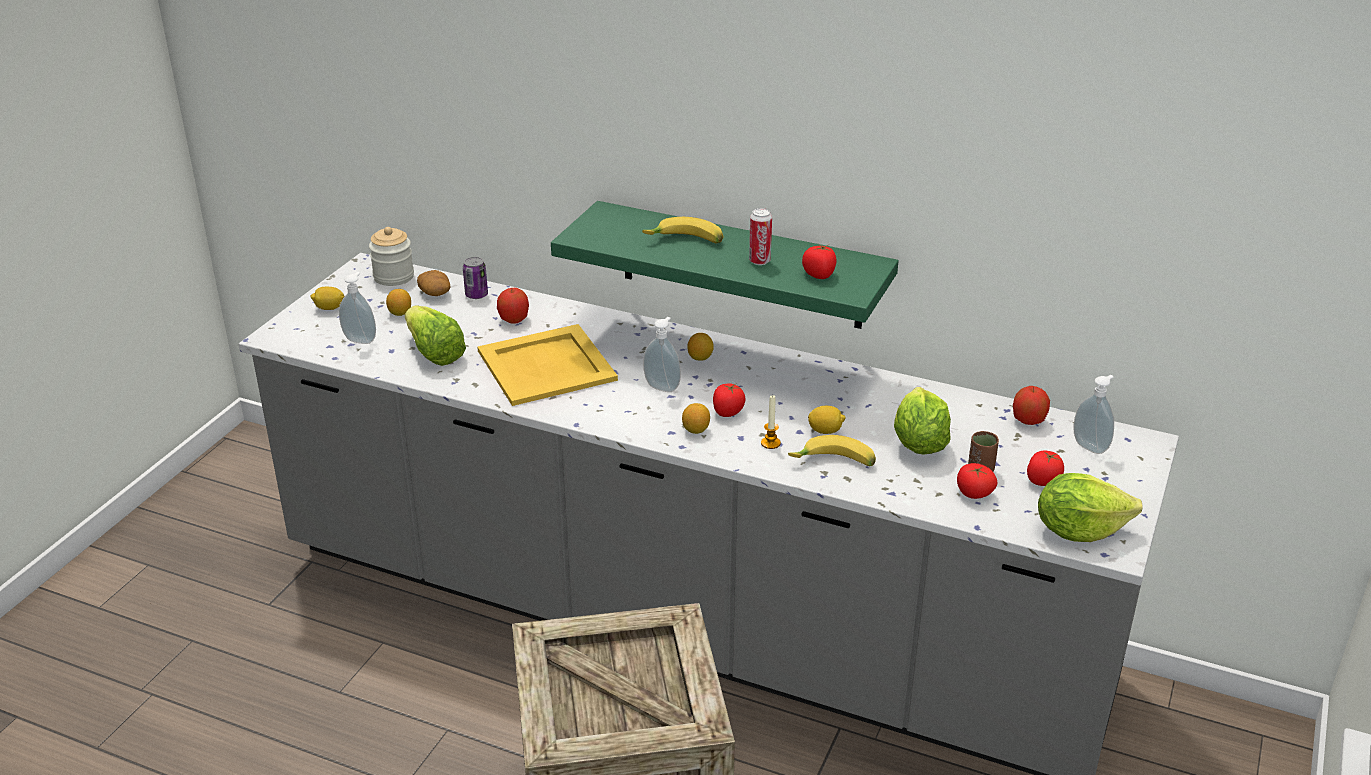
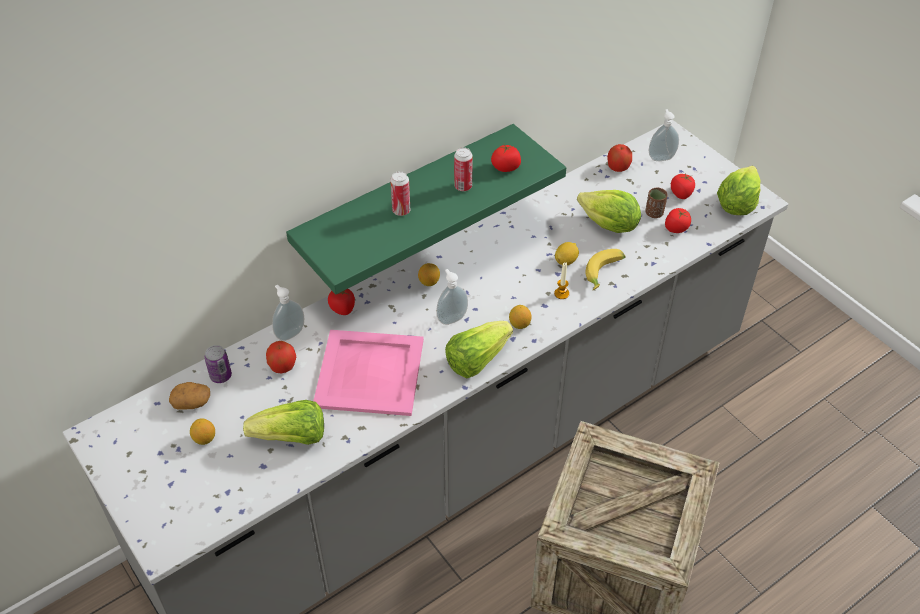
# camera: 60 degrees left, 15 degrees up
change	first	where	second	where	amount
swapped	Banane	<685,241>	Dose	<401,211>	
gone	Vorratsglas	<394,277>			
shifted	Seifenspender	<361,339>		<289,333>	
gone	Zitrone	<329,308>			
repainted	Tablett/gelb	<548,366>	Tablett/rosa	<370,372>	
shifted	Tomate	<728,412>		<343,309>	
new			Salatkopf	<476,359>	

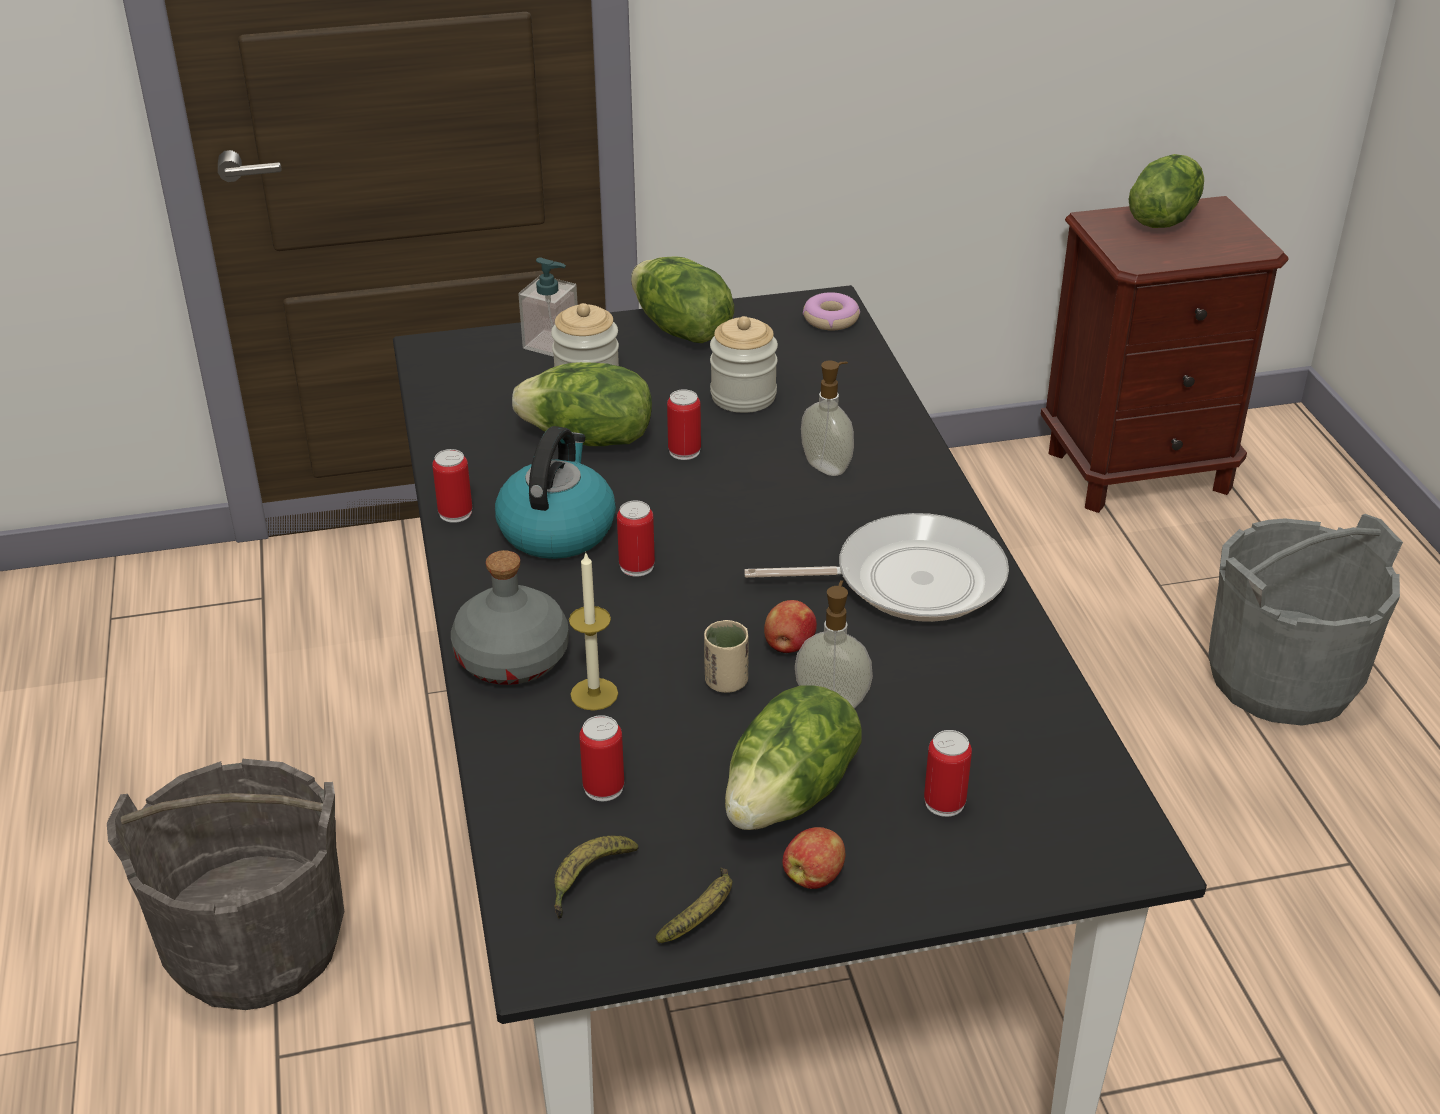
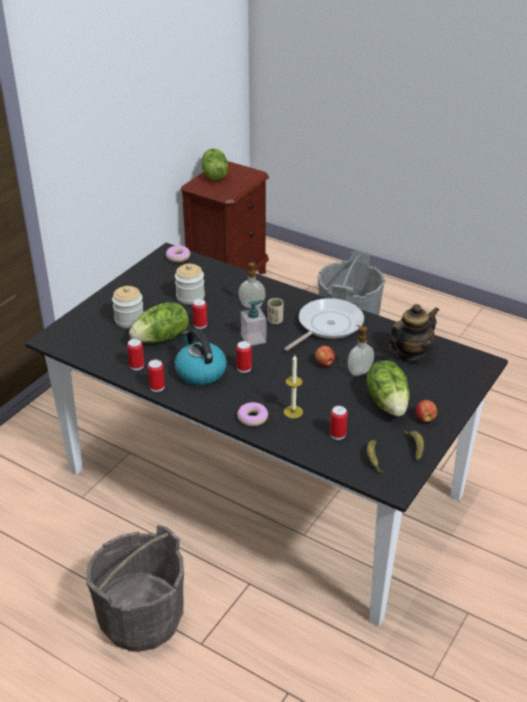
# camera: 45 degrees left, 0 degrees up
change	first	where	second	where	amount
gone	Salatkopf	<680,330>			
shifted	Seifenspender	<551,344>		<253,339>	
swapped	Flasche/grau	<512,659>	Donut	<252,418>	
shifted	Tasse/beige	<726,682>		<275,321>	
shifted	Dose	<944,802>		<136,365>	
new			Teekanne	<410,354>	

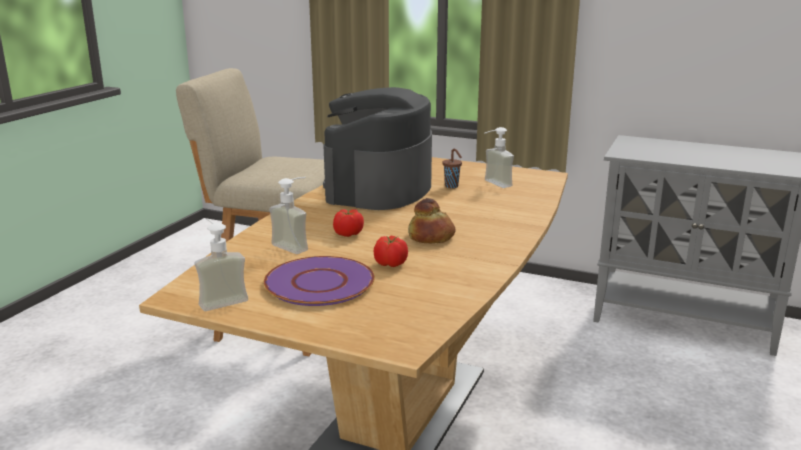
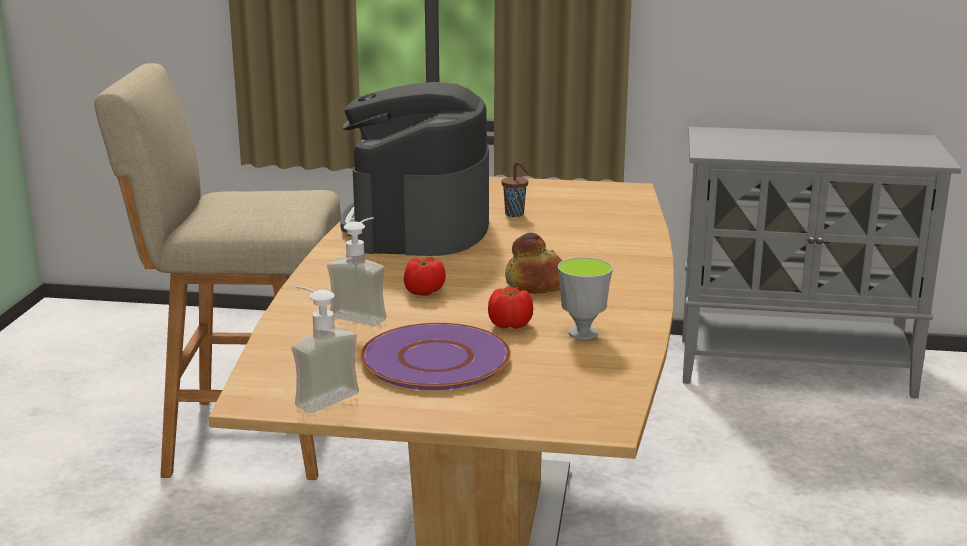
# camera: 15 degrees left, 0 degrees up
change	first	where	second	where	amount
gone	Seifenspender	<492,184>			
new			Tasse	<583,333>	

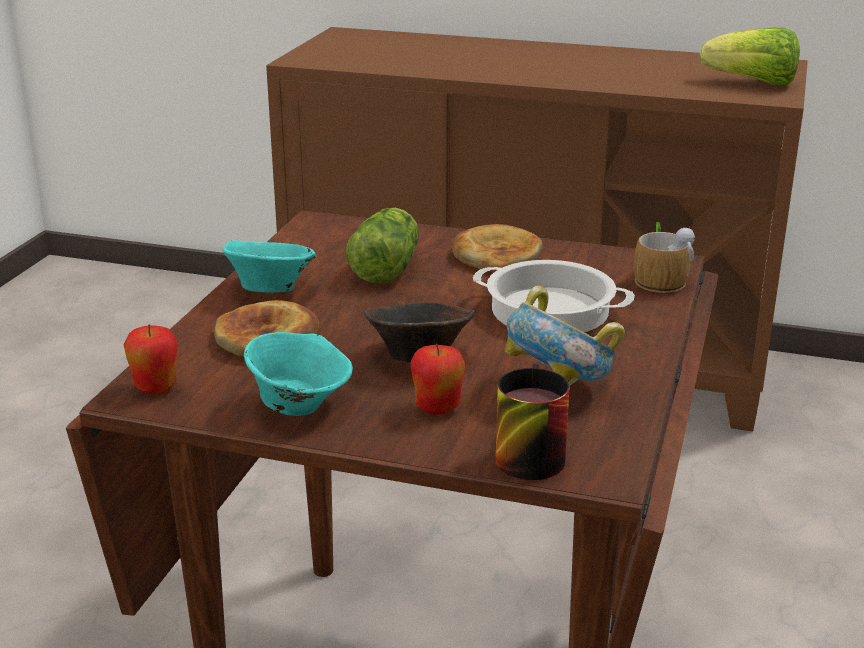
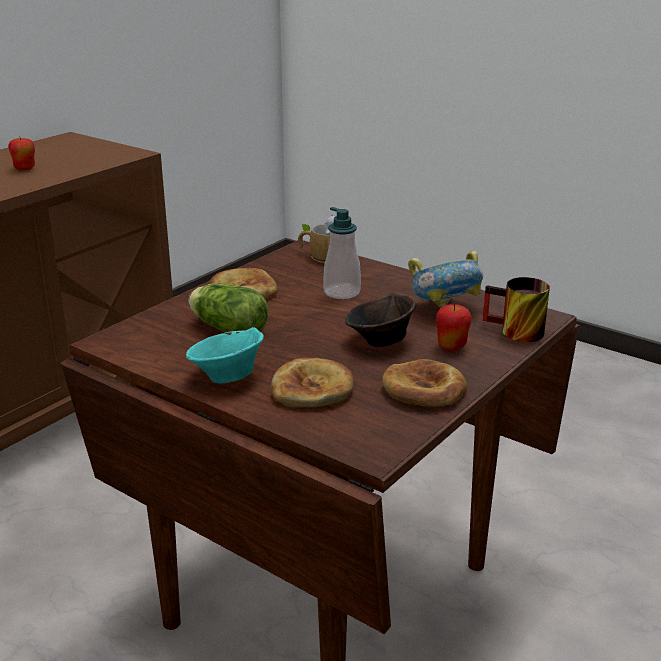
# camera: 70 degrees left, 0 degrees up
change	first	where	second	where	amount
gone	Salatkopf	<752,83>			
swapped	Kochtopf	<548,310>	Seifenspender	<342,292>	
shifted	Apfel	<156,388>		<24,169>	
swapped	Schüssel/türkis	<300,405>	Brot	<424,389>	

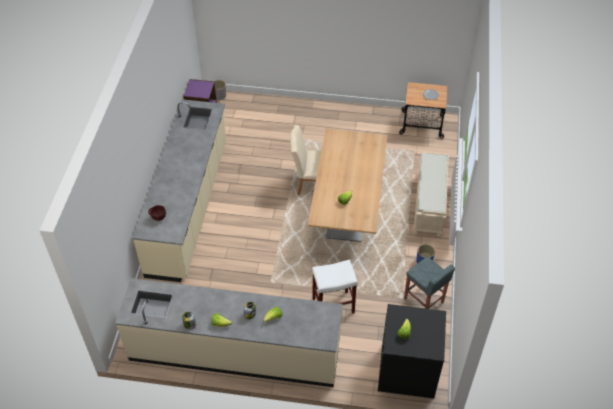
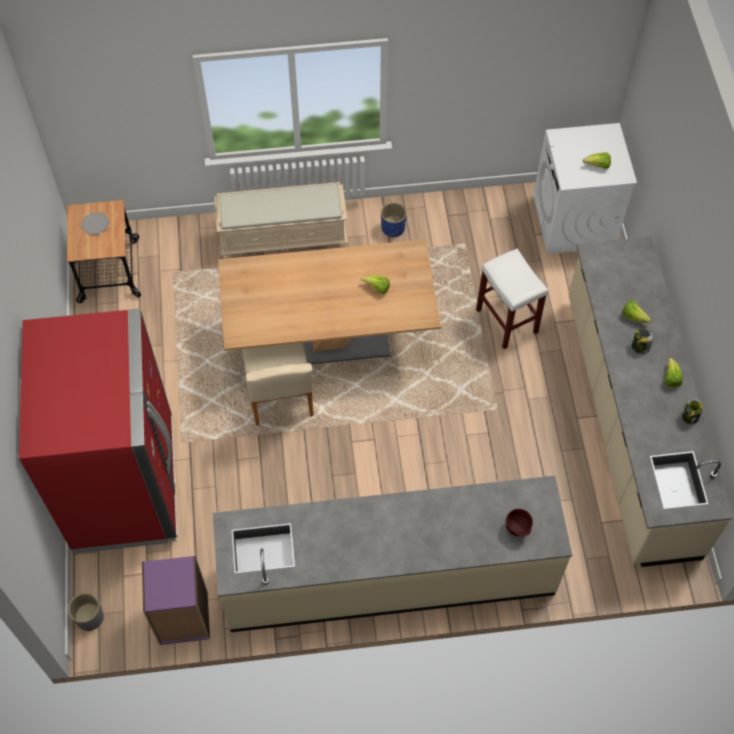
# camera: 105 degrees left, 10 degrees up
change	first	where	second	where	amount
gone	Hocker/grau	<424,301>			
repainted	Waschmaschine/schwarz	<407,371>	Waschmaschine/weiß	<574,221>	
new			Kühlschrank/rot	<125,484>	

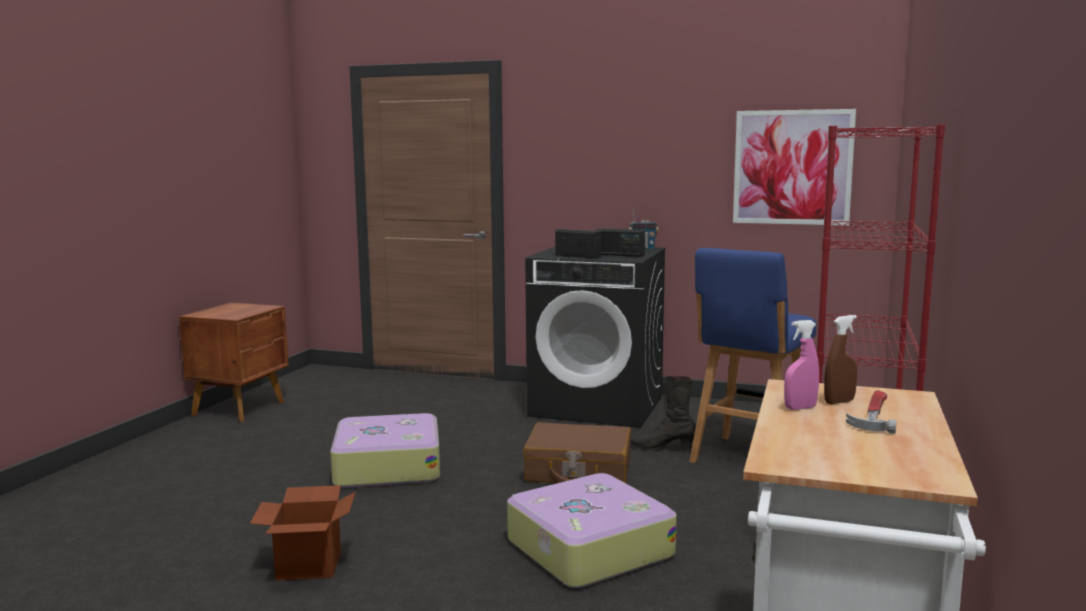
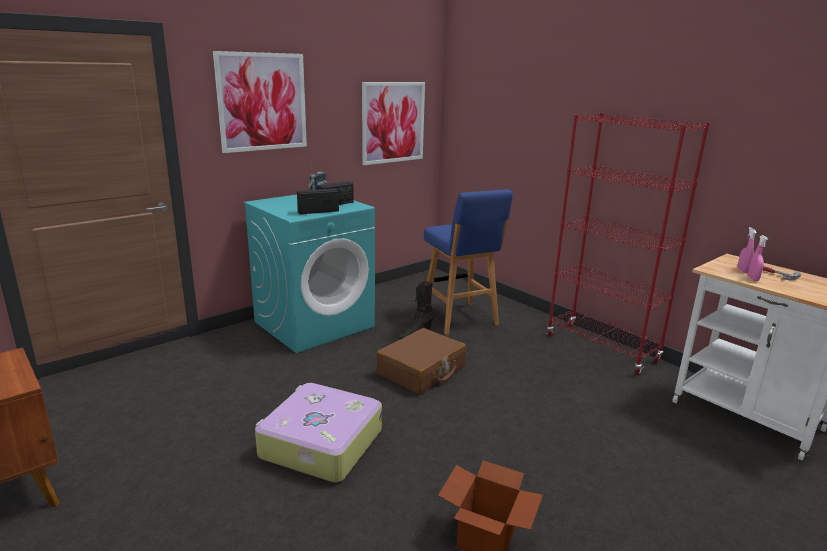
# camera: 60 degrees left, 10 degrees up
change	first	where	second	where	amount
repainted	Waschmaschine/schwarz	<598,406>	Waschmaschine/türkis	<314,324>	
repainted	Sprühflasche/braun	<839,402>	Sprühflasche/rosa	<742,270>	
gone	Koffer	<587,548>			
new			Bild	<262,102>	

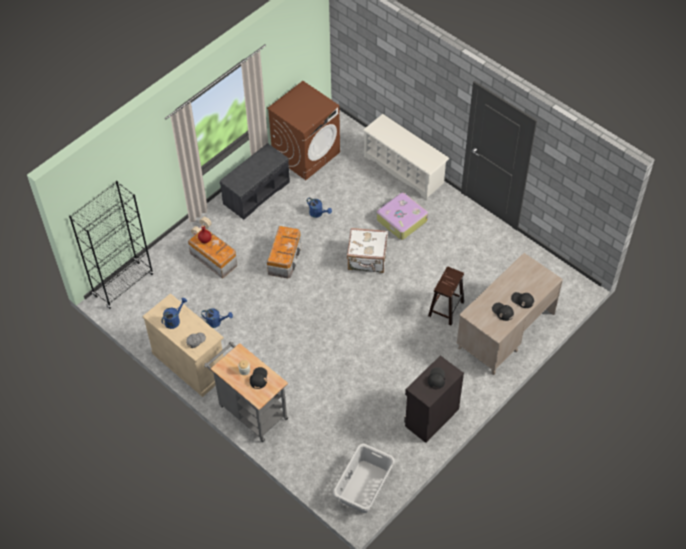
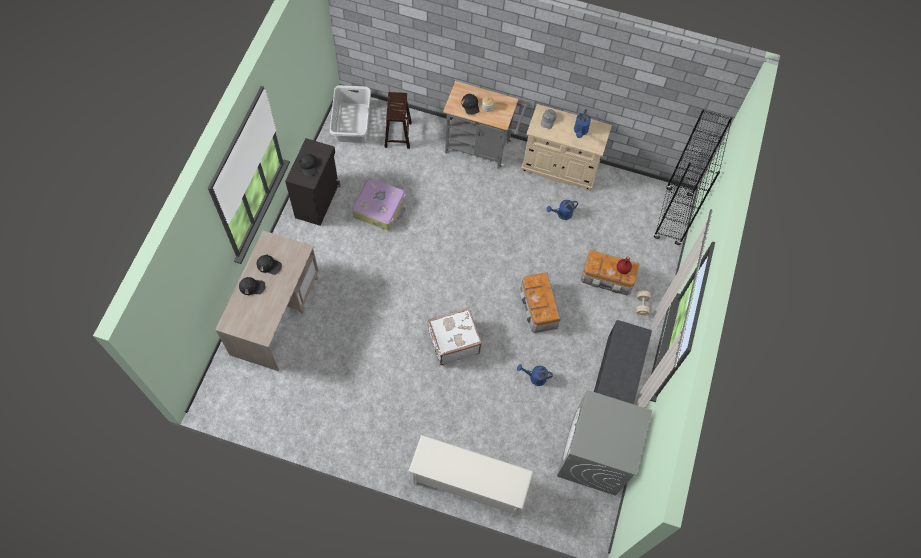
# camera: 150 degrees right, 10 degrees up
change	first	where	second	where	amount
repainted	Waschmaschine/braun	<306,154>	Waschmaschine/grau	<594,456>	
shifted	Koffer	<401,220>		<380,208>	
shifted	Hocker/braun	<446,308>		<398,135>	

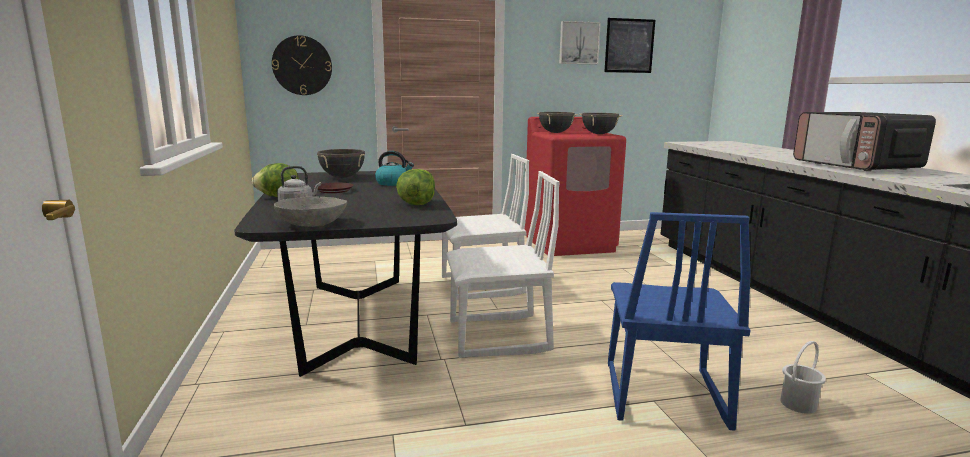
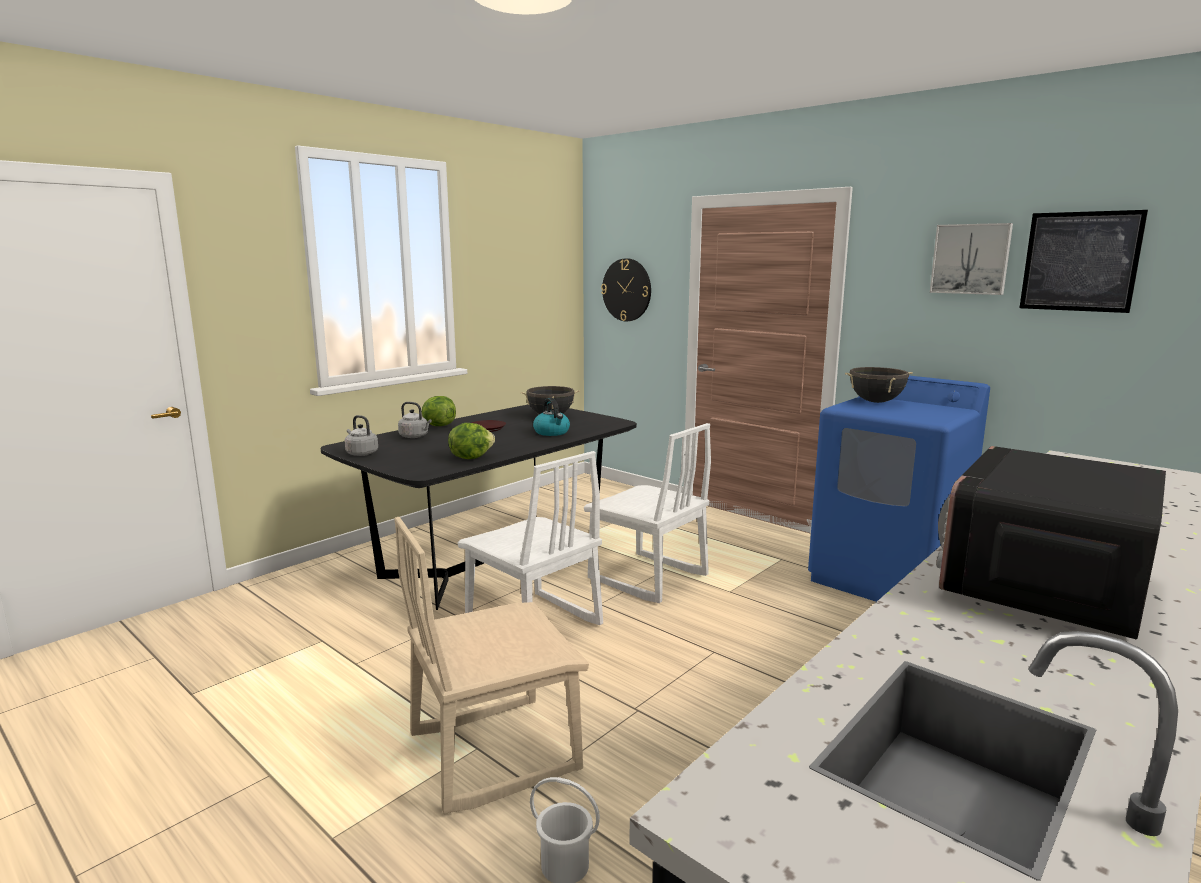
# camera: 55 degrees right, 0 degrees up
change	first	where	second	where	amount
gone	Kochtopf/schwarz	<599,134>			
repainted	Waschmaschine/rot	<569,244>	Waschmaschine/blau	<887,578>	
swapped	Schüssel/grau	<312,224>	Wasserkessel/grau	<361,453>	
repainted	Stuhl/blau	<662,395>	Stuhl/beige	<493,751>	

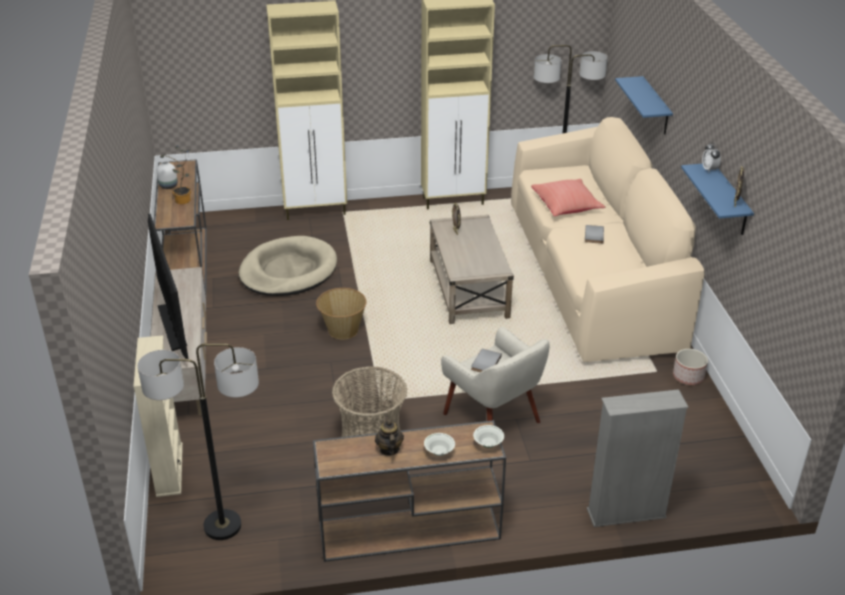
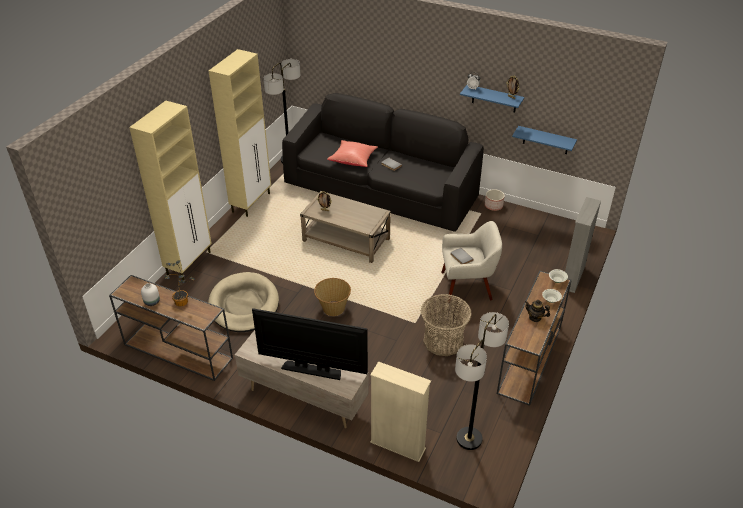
# camera: 55 degrees left, 5 degrees up
change	first	where	second	where	amount
shifted	Wandregal/blau	<655,106>		<546,140>	
repainted	Sofa/beige	<591,274>	Sofa/schwarz	<381,191>	

